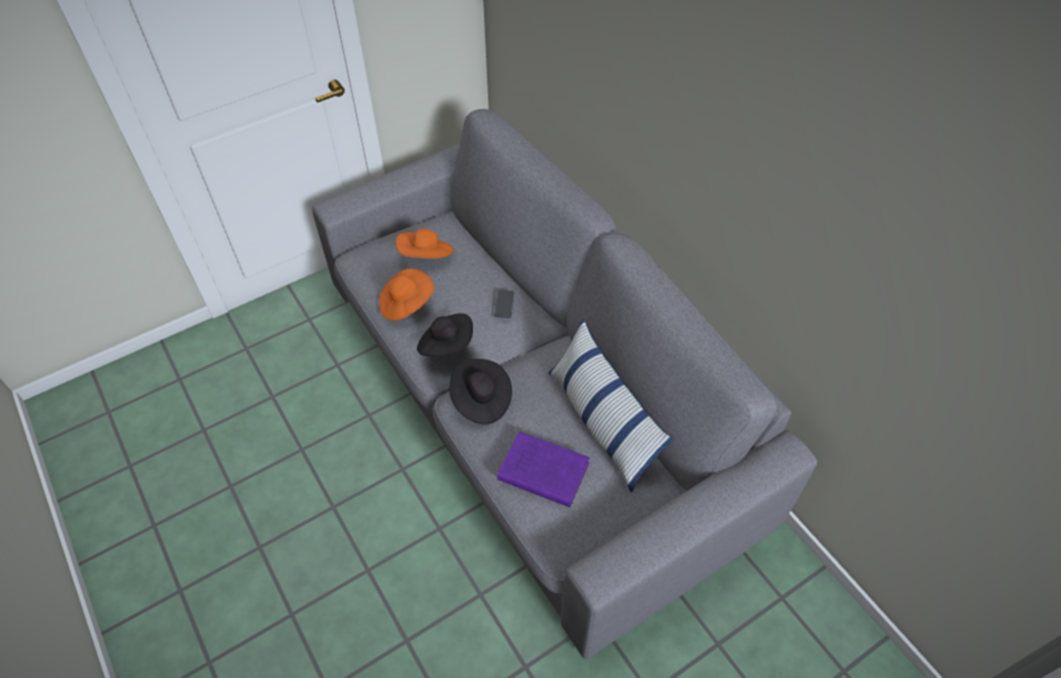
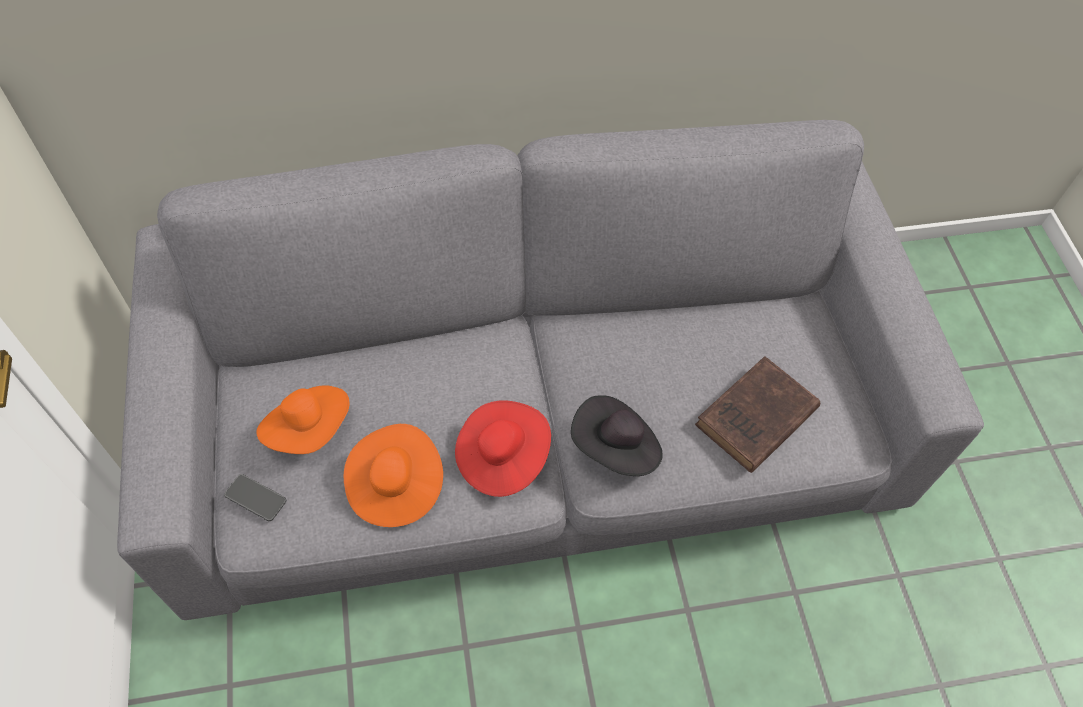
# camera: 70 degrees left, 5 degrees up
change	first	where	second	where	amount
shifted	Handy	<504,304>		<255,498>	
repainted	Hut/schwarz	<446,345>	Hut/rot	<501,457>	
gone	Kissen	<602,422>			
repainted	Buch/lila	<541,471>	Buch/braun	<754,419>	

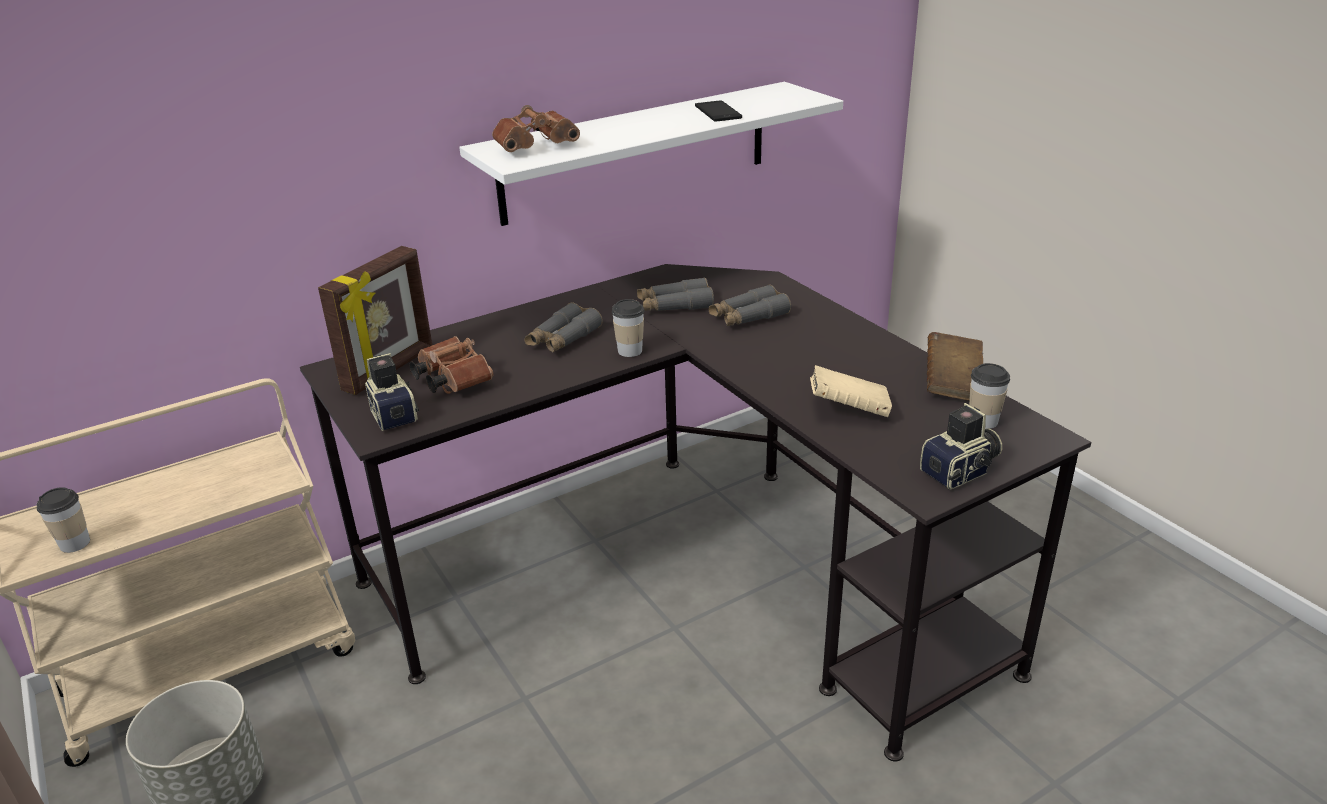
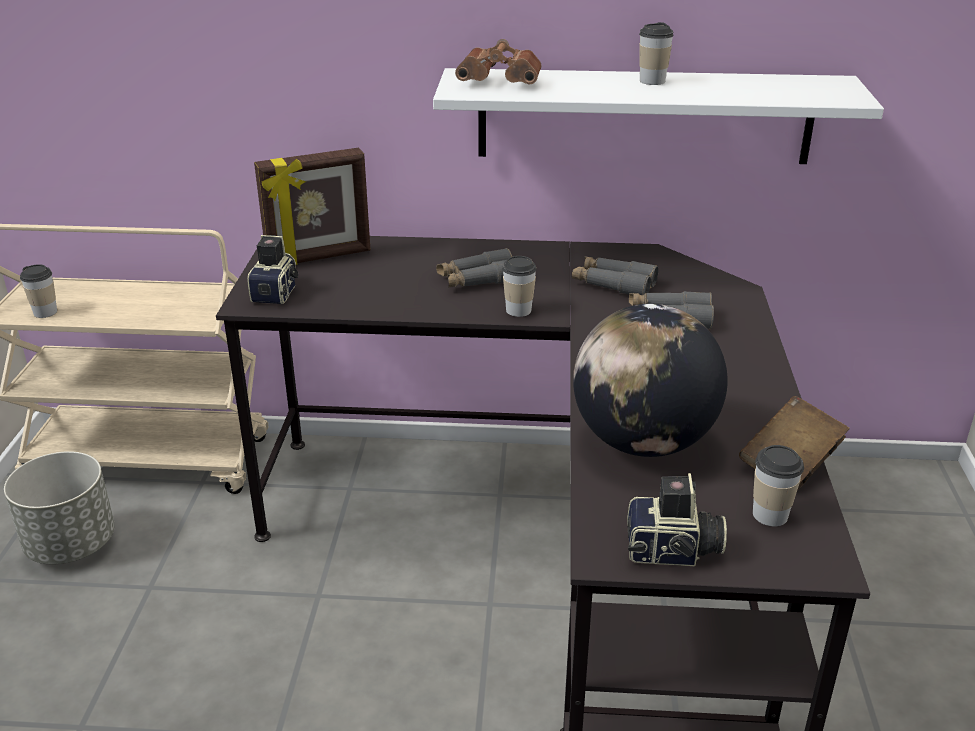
# camera: 35 degrees right, 0 degrees up
change	first	where	second	where	amount
gone	Handy	<718,112>			
gone	Fernglas/braun	<451,379>			
swapped	Buch/beige	<848,409>	Globus	<643,442>	
new			Tasse	<652,81>	

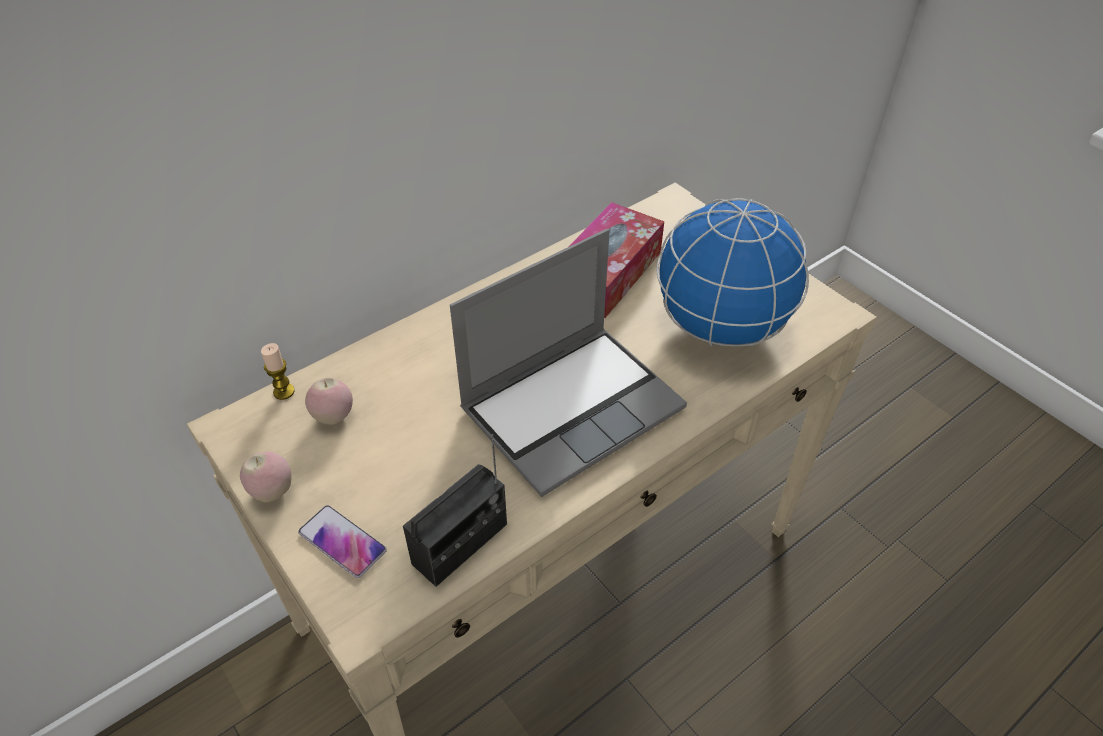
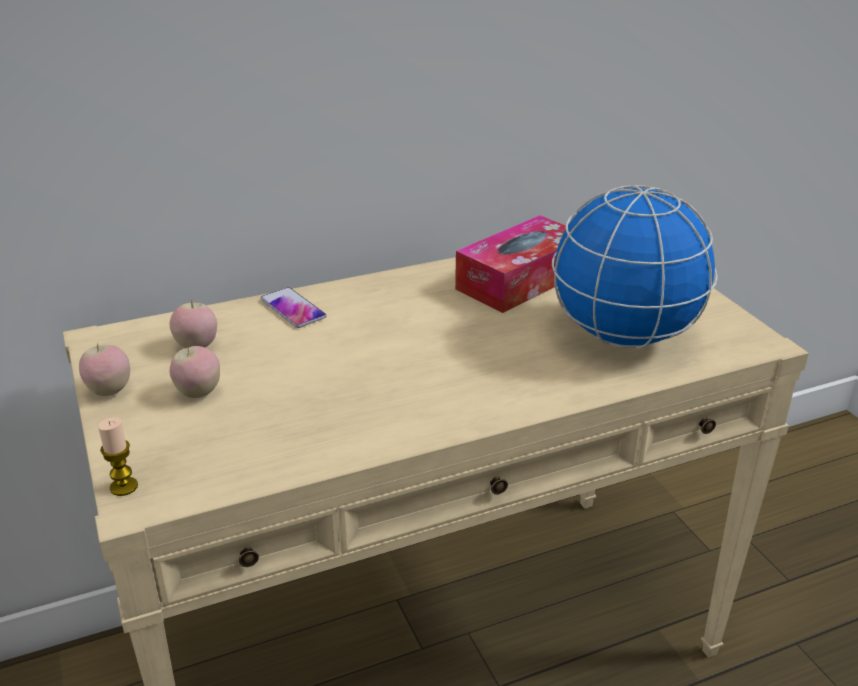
# camera: 15 degrees right, 15 degrees down
change	first	where	second	where	amount
gone	Laptop	<572,407>			
shifted	Kerze	<284,391>		<124,487>	
gone	Radio	<460,544>			
shifted	Handy	<342,542>		<293,309>	
new			Apfel	<199,393>	

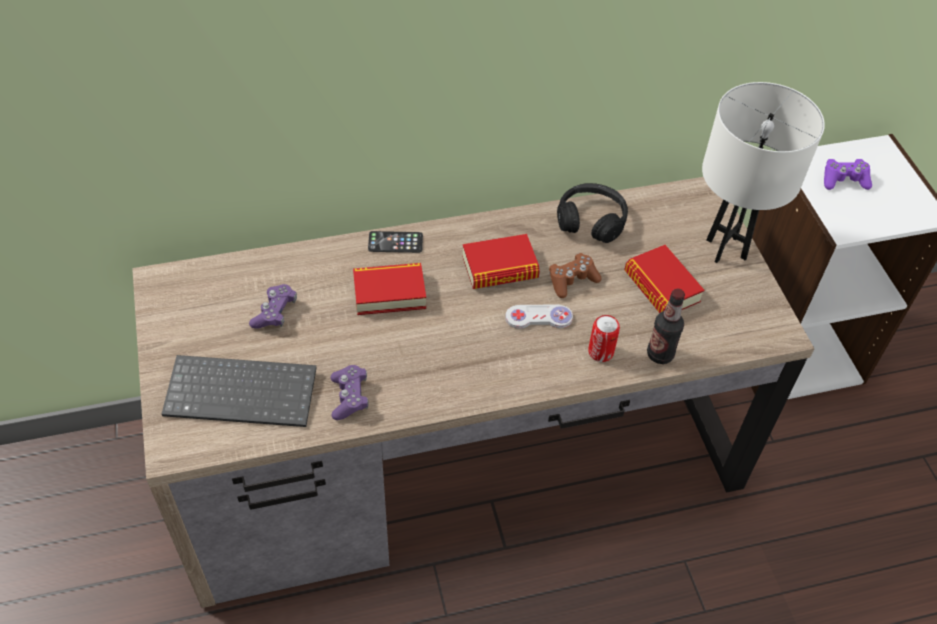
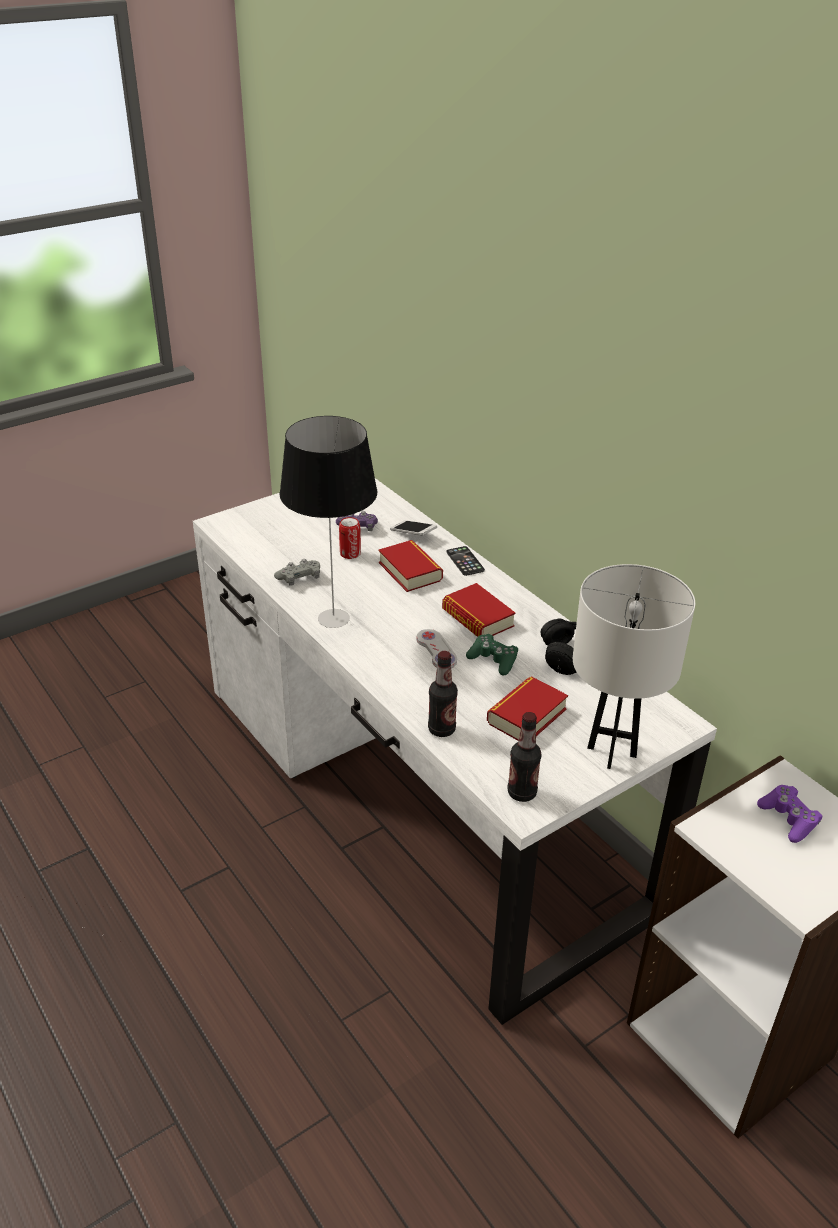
# camera: 70 degrees right, 15 degrees down
change	first	where	second	where	amount
repainted	Schreibtisch/braun	<460,455>	Schreibtisch/weiß	<418,792>	
repainted	Gamepad/braun	<572,280>	Gamepad/grün	<493,660>	
shifted	Dose	<600,352>		<350,554>	
gone	Tastatur	<243,391>			
repainted	Gamepad/lila	<349,397>	Gamepad/grau	<299,578>	
new			Tischlampe	<332,619>	
new			Handy	<413,534>	
new			Flasche	<522,793>	

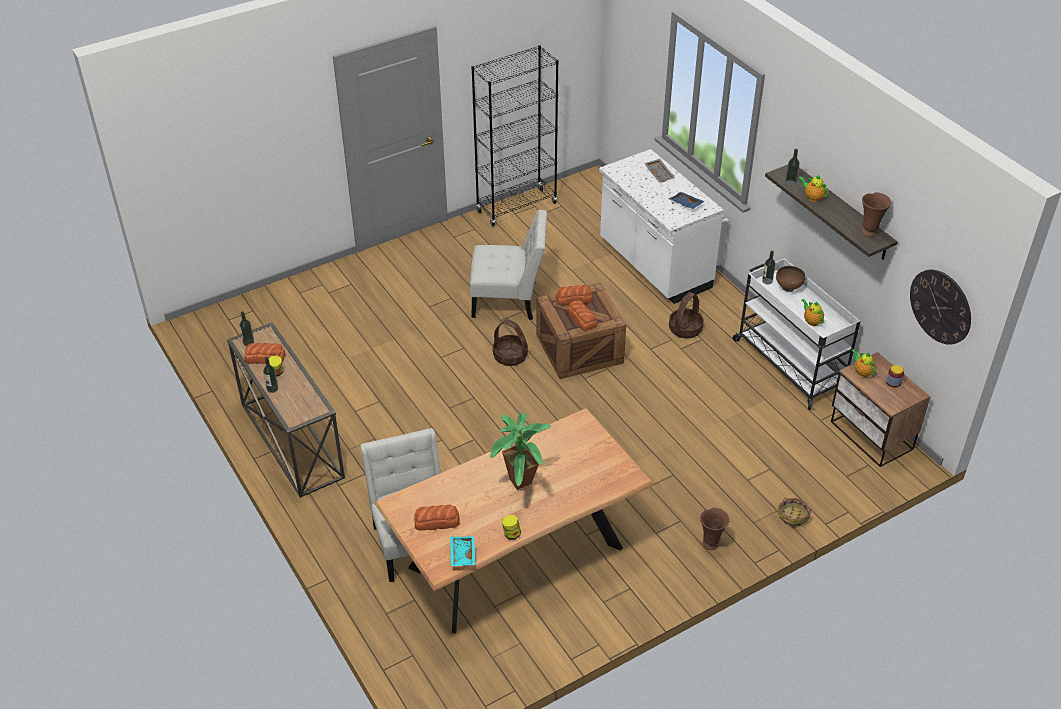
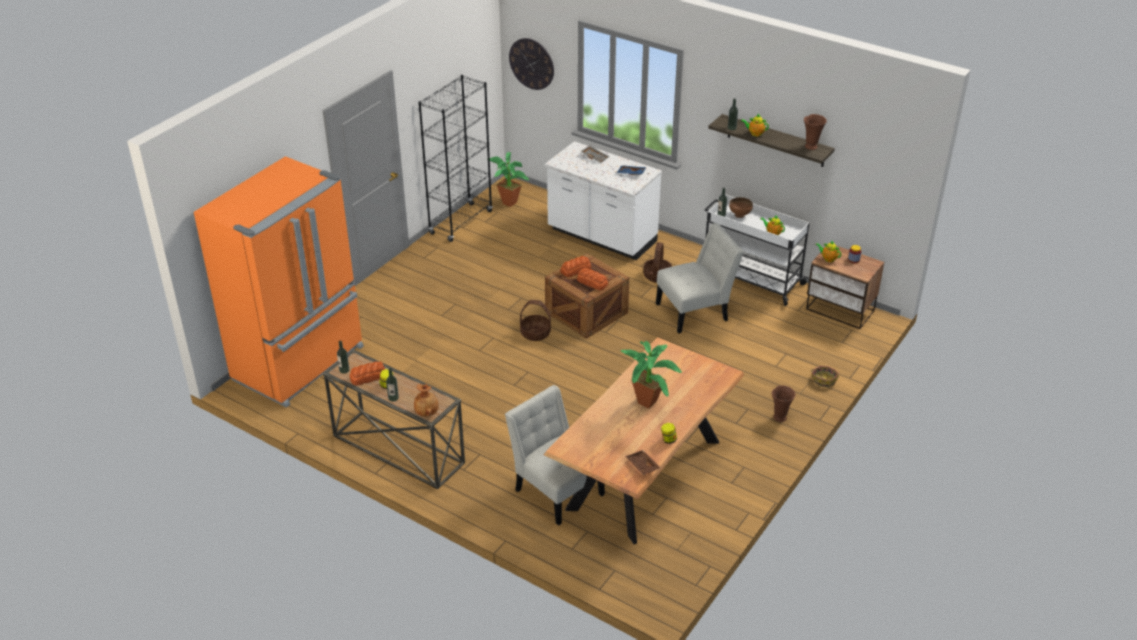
# camera: 25 degrees left, 5 degrees down
change	first	where	second	where	amount
shifted	Stuhl/weiß	<509,300>		<695,311>	
shifted	Wanduhr	<940,306>		<531,63>	
gone	Brot	<437,521>			
repainted	Tablett/türkis	<462,555>	Tablett/braun	<642,466>	
new			Topfpflanze	<508,201>	
new			Kühlschrank/orange	<301,364>	
new			Vase/braun	<427,412>	

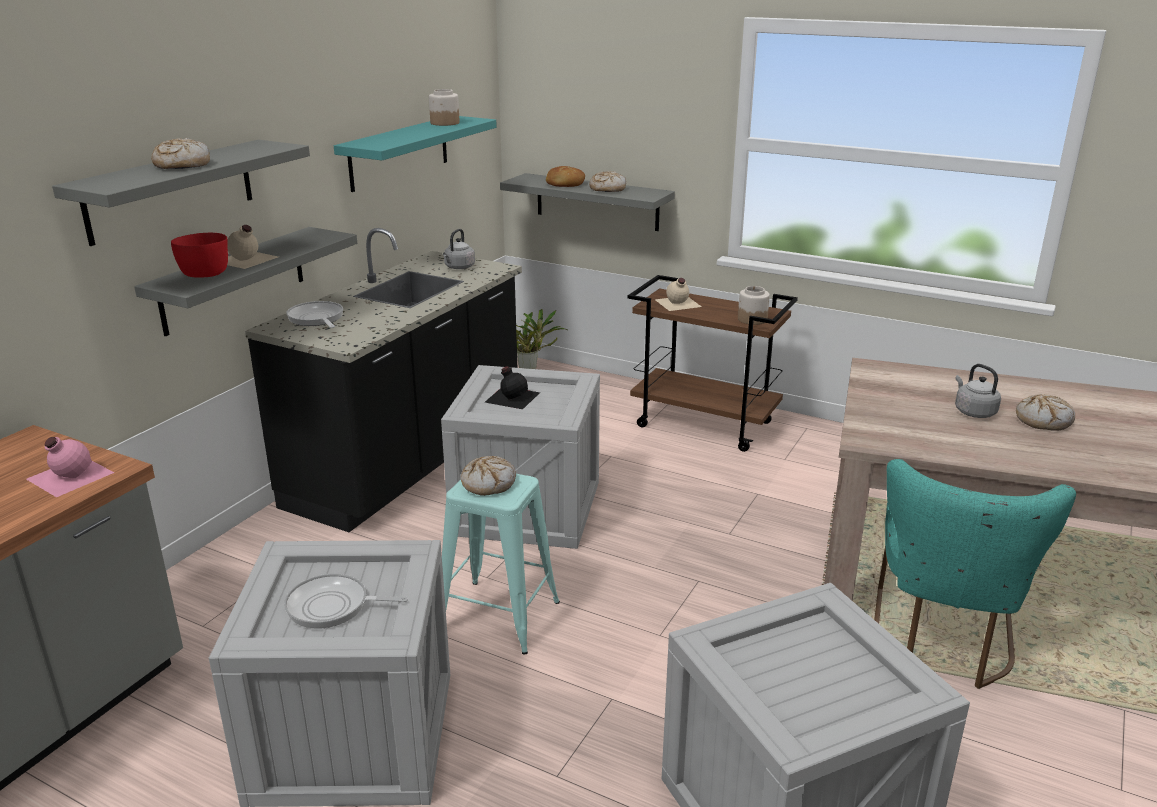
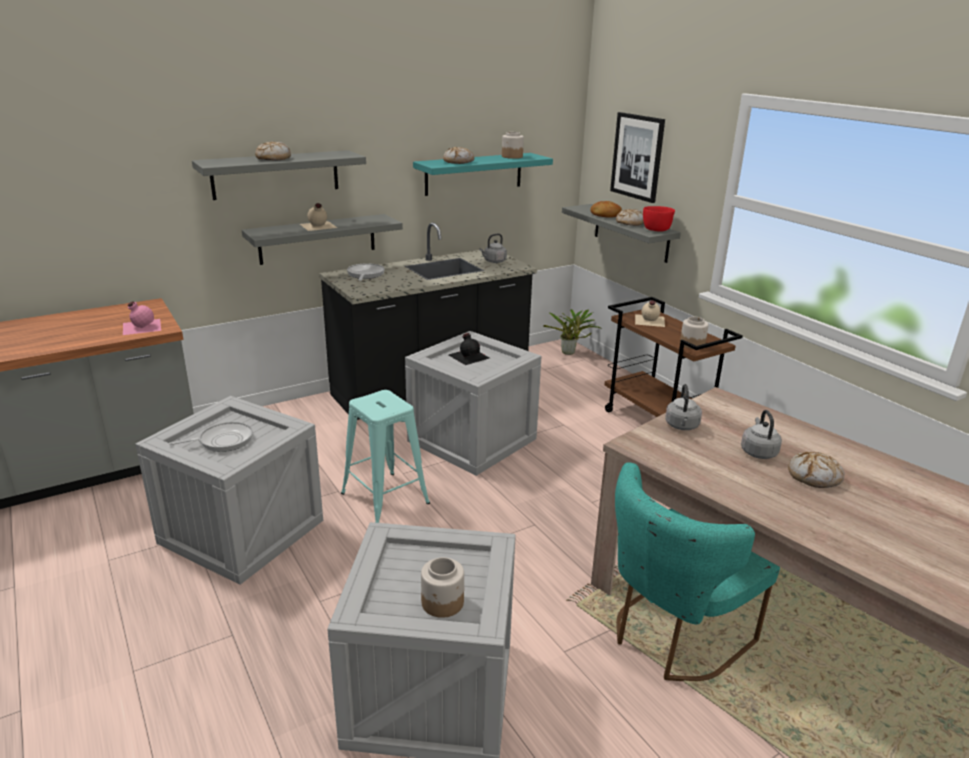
# camera: 30 degrees right, 0 degrees up
change	first	where	second	where	amount
shifted	Schüssel/rot	<205,274>		<656,230>	
shifted	Brot	<489,483>		<458,162>	
rotated	Pfanne	<332,607>		<222,441>	120 degrees clockwise
new			Bild	<637,157>	
new			Wasserkessel/grau	<682,426>	
new			Vorratsglas	<442,603>	

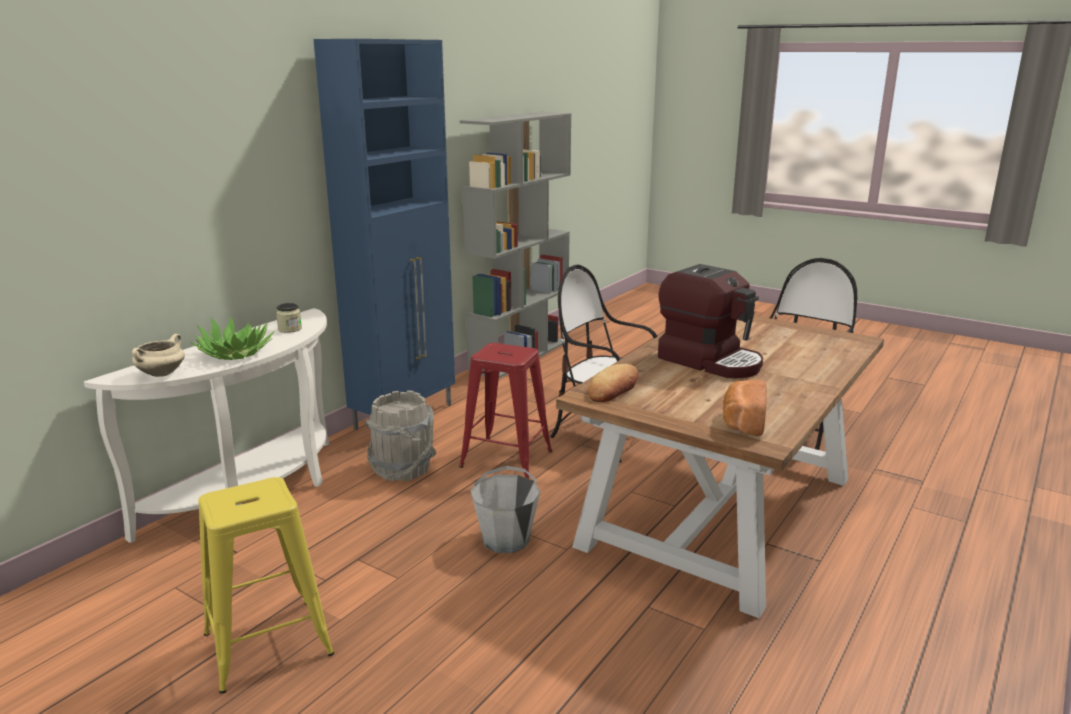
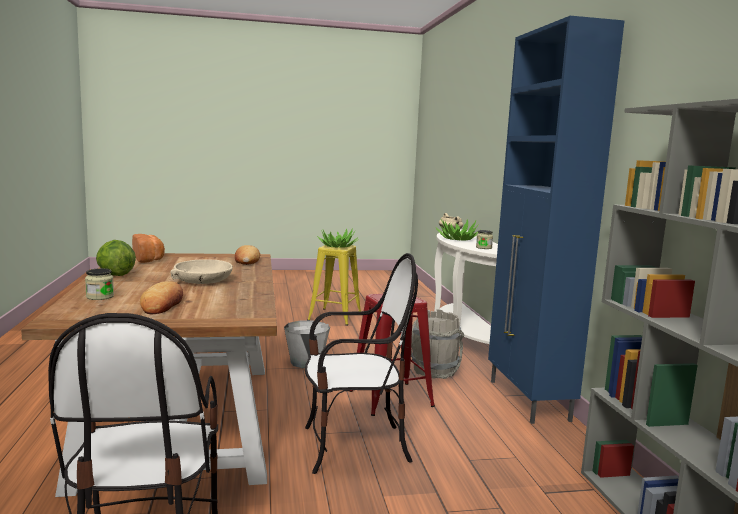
# camera: 135 degrees right, 10 degrees down
change	first	where	second	where	amount
swapped	Kaffeemaschine	<710,361>	Schüssel/beige	<203,280>	
new			Topfpflanze	<337,246>	
new			Salatkopf	<115,275>	
new			Vorratsglas	<100,297>	
new			Brot	<163,304>	

